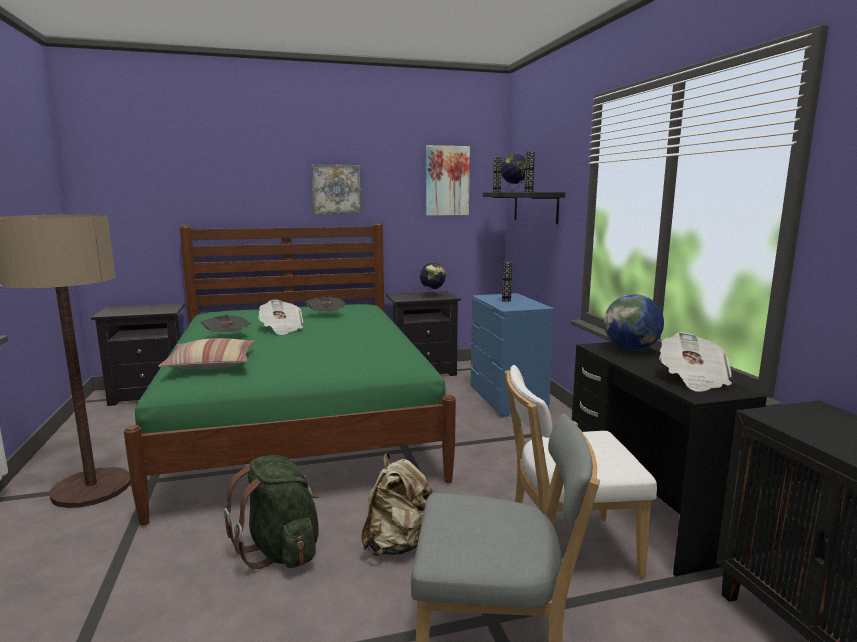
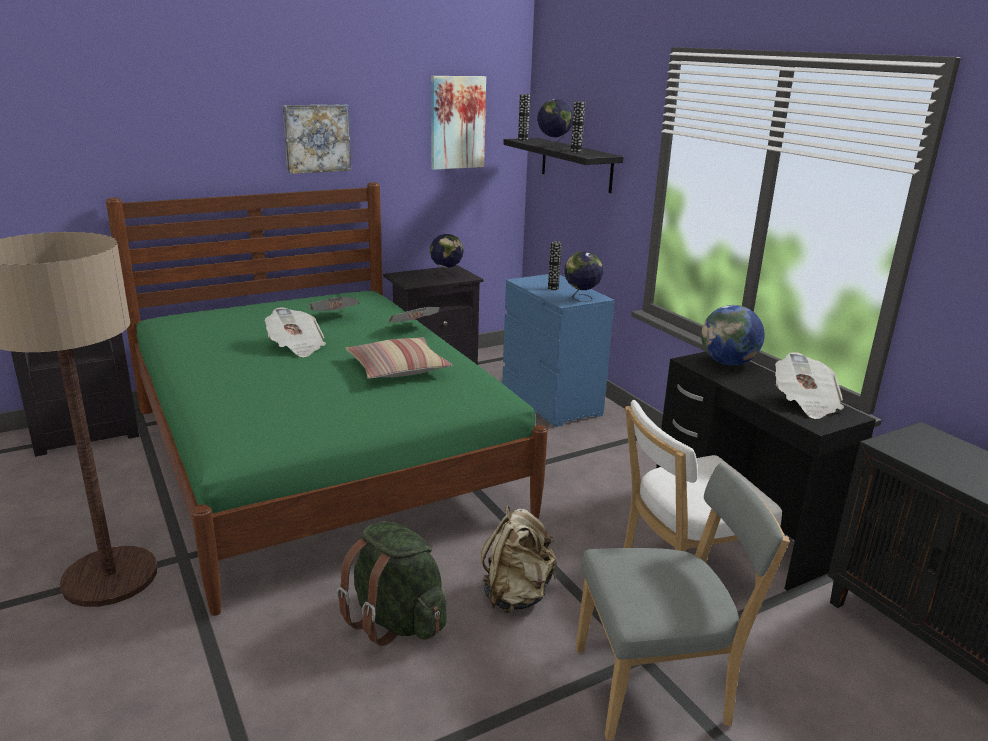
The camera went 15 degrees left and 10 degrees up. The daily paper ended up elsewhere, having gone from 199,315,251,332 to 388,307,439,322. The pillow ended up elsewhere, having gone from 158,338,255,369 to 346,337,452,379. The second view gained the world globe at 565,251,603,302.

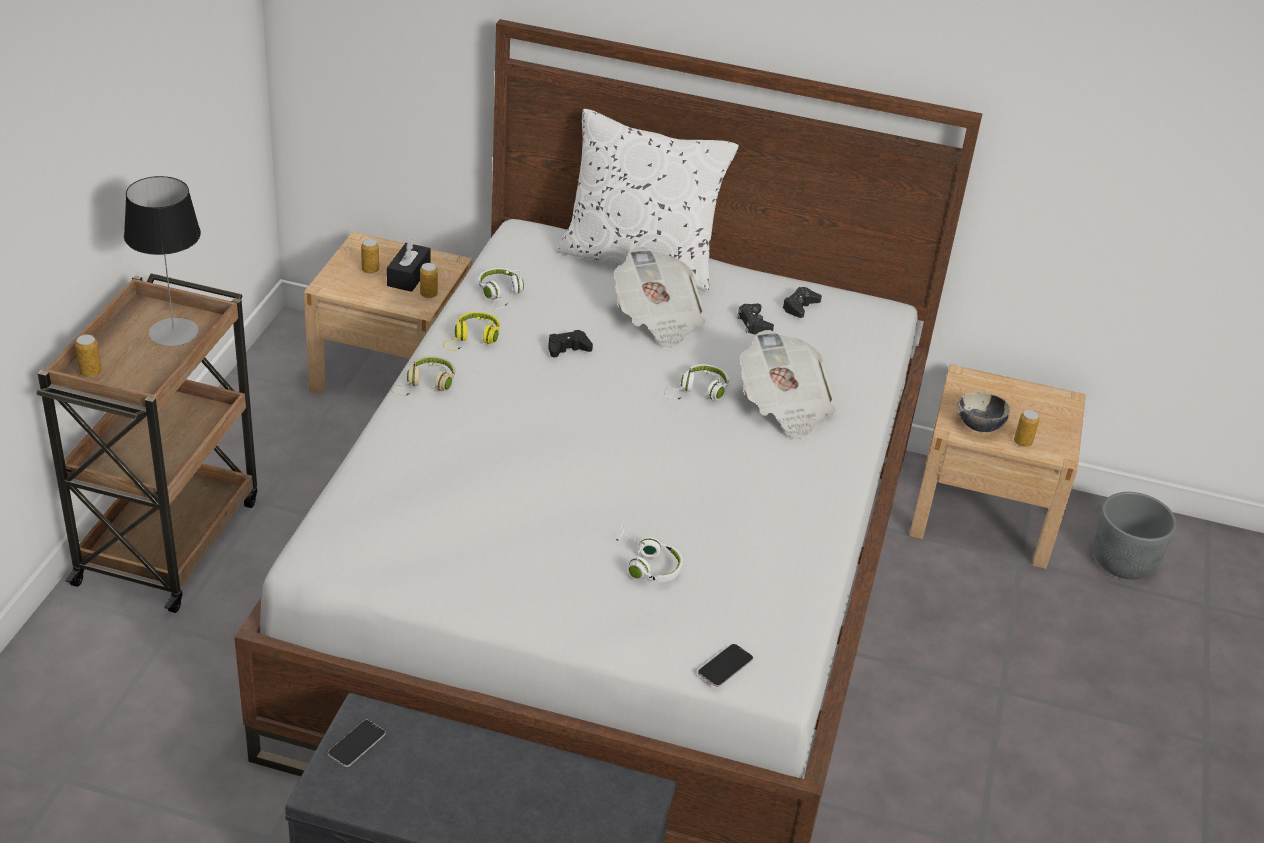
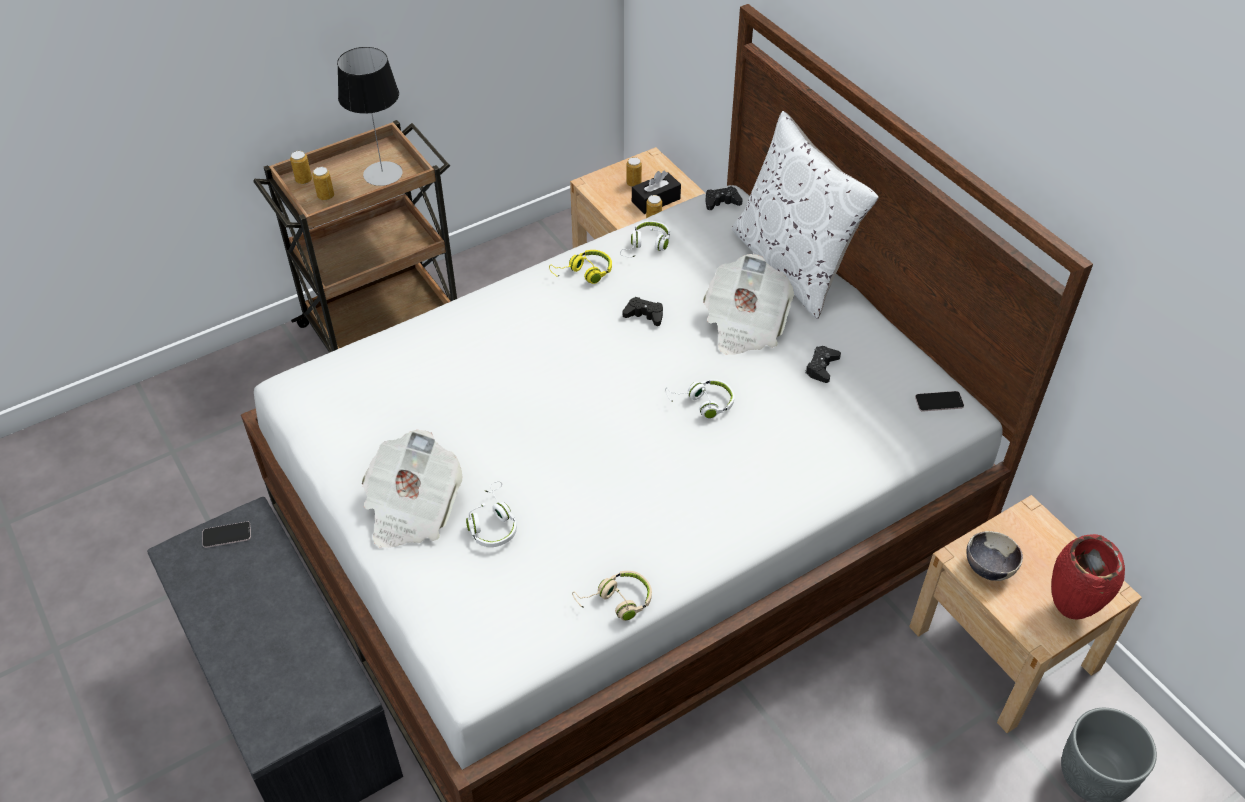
The camera went 45 degrees right and 10 degrees up. The game controller (blackish) ended up elsewhere, having gone from 782,287,822,318 to 705,186,743,210. The daily paper ended up elsewhere, having gone from 739,330,836,439 to 362,430,463,548. The pair of headphones (beige-coloured) ended up elsewhere, having gone from 391,356,455,396 to 572,571,652,621. The metal can ended up elsewhere, having gone from 1014,410,1040,447 to 312,167,334,201. The phone ended up elsewhere, having gone from 698,644,753,687 to 915,391,964,411. The second view gained the decorative vase (reddish) at 1051,534,1125,619.

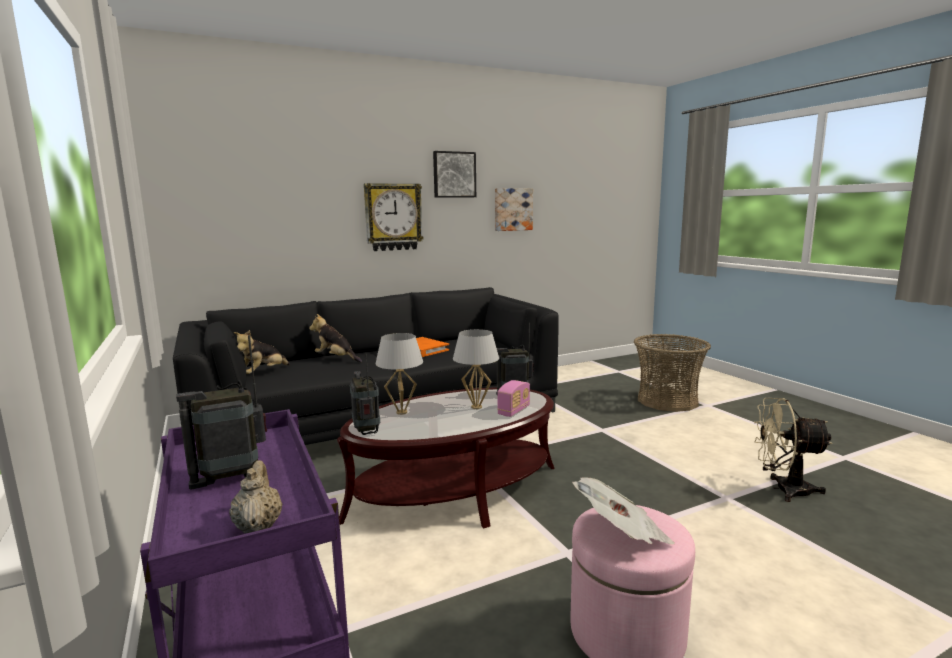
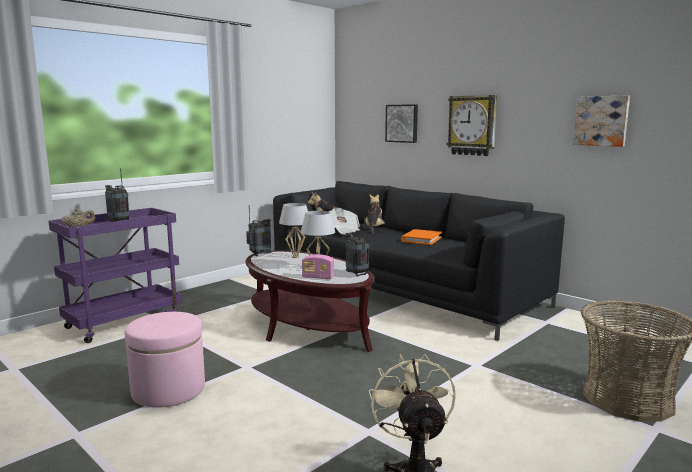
The camera went 70 degrees right and 0 degrees up. The wall art ended up elsewhere, having gone from 433,151,476,198 to 385,104,418,143. The daily paper ended up elsewhere, having gone from 572,477,675,544 to 328,208,360,235.

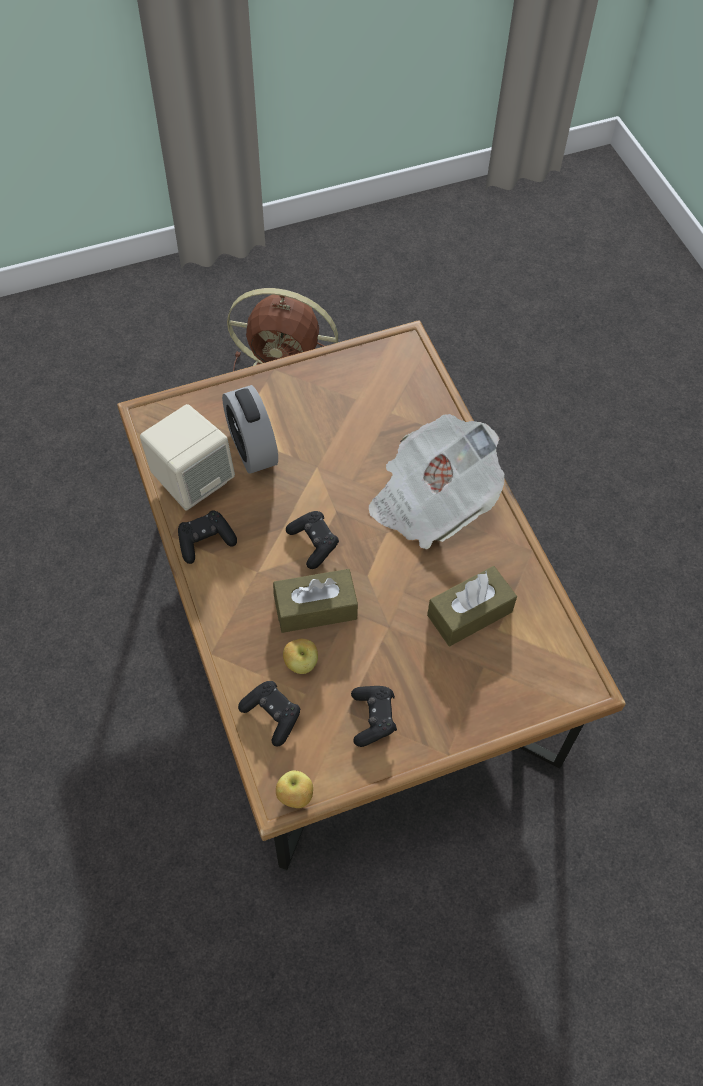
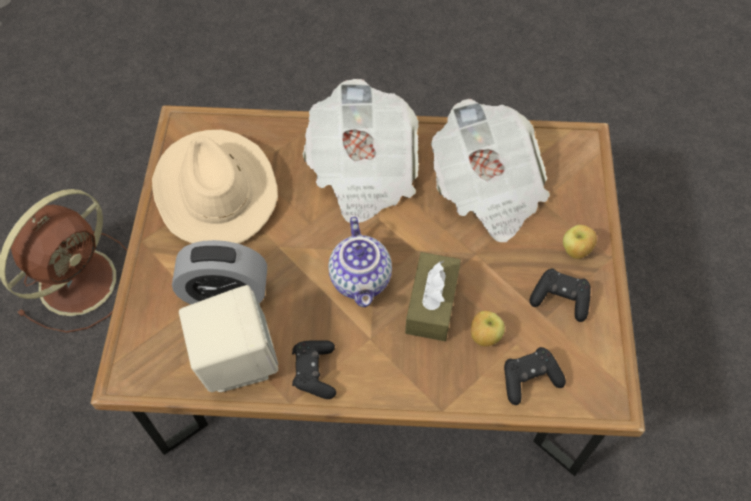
The camera went 65 degrees left and 0 degrees up. Where the game controller (blackish) stood at 286,511,339,569, the tea pot came to stand at 328,217,392,307. Where the tissue box (brownish) stood at 427,566,517,646, the daily paper came to stand at 431,99,550,242. The apple ended up elsewhere, having gone from 276,770,313,808 to 563,225,597,259. The second view gained the wearable hat (beige-coloured) at 152,130,278,244.

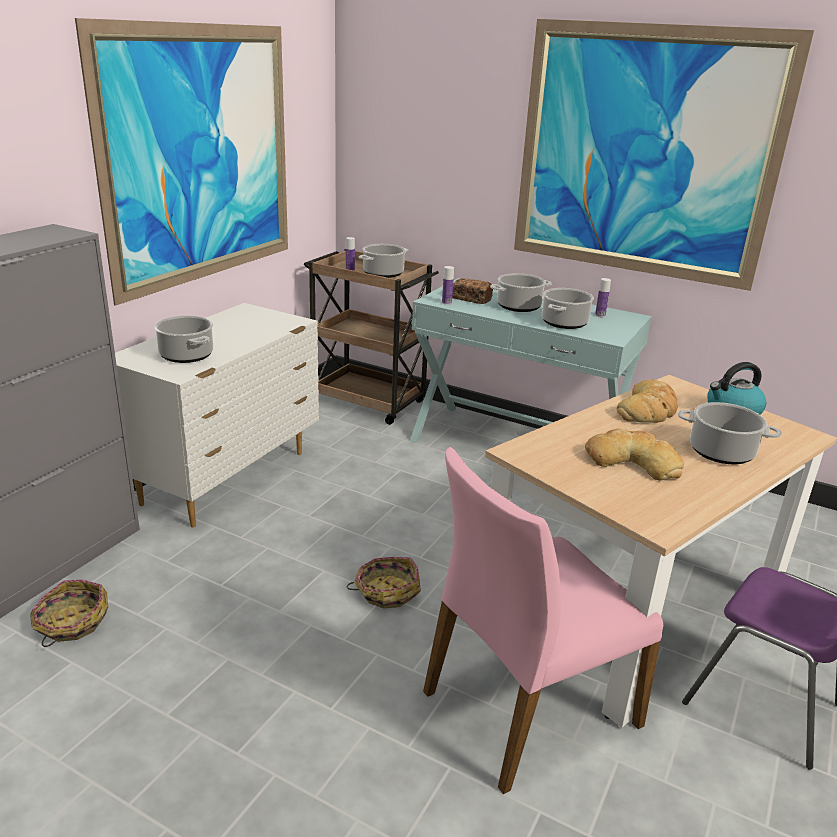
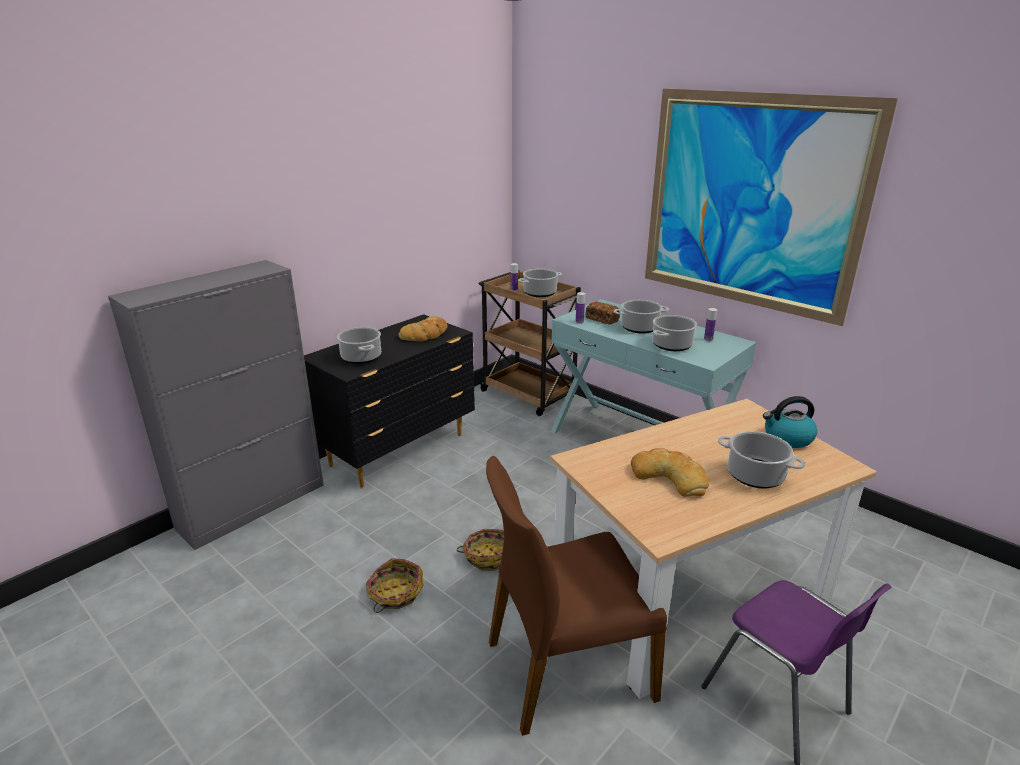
The camera went 15 degrees right and 0 degrees up. The second view lost the wall art at 75,18,288,306. What was the drawer chest (white) at 115,303,319,527 turned into the drawer chest (blackish) at 304,314,475,488. The bakery bread ended up elsewhere, having gone from 617,379,678,423 to 399,316,447,342. What was the chair (pink) at 423,447,663,794 turned into the chair (brownish) at 486,456,667,736. The storage basket ended up elsewhere, having gone from 30,580,108,647 to 366,558,423,613.

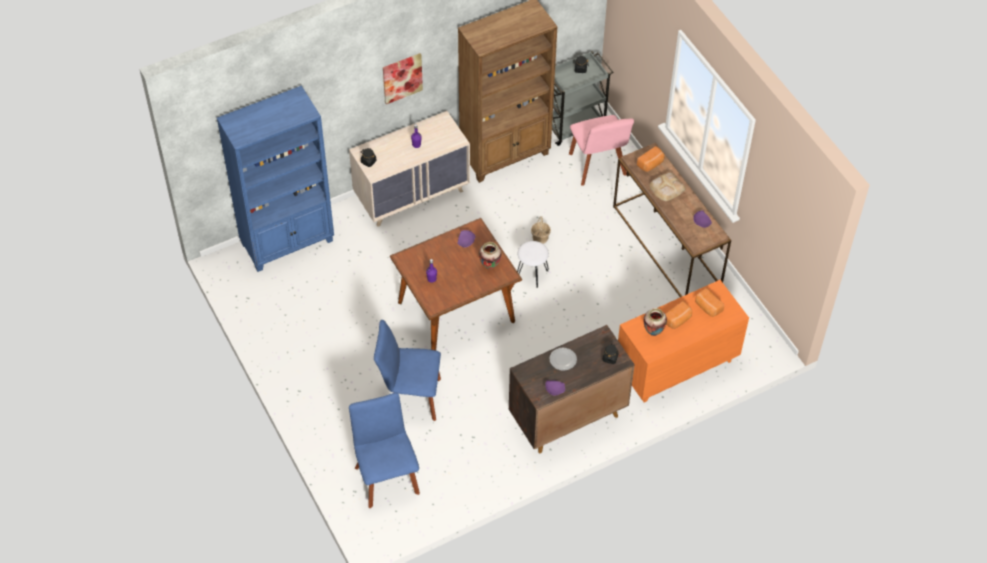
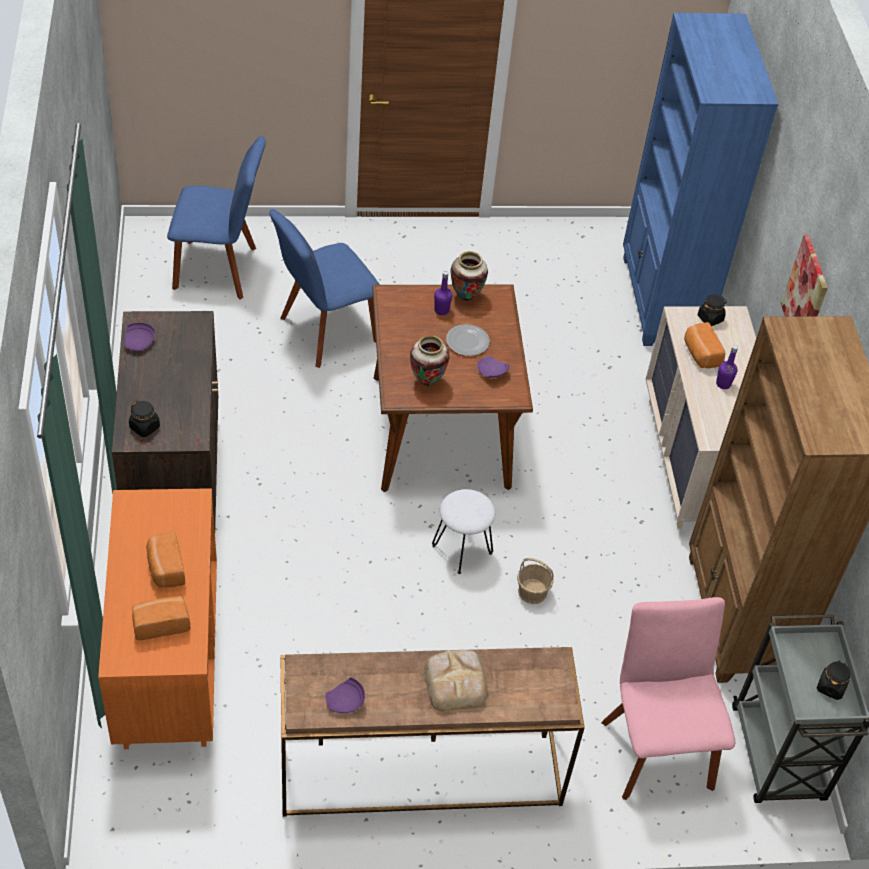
The camera went 110 degrees right and 5 degrees down. The chair (pink) at 569,115,634,186 ended up facing another way, 75 degrees clockwise from before. The bakery bread ended up elsewhere, having gone from 637,146,664,172 to 684,322,726,368. The decorative vase ended up elsewhere, having gone from 644,308,667,336 to 451,251,488,301. The chair (blue) at 374,320,441,421 ended up facing another way, 150 degrees counterclockwise from before. The flat dish ended up elsewhere, having gone from 549,348,577,371 to 446,324,490,356.

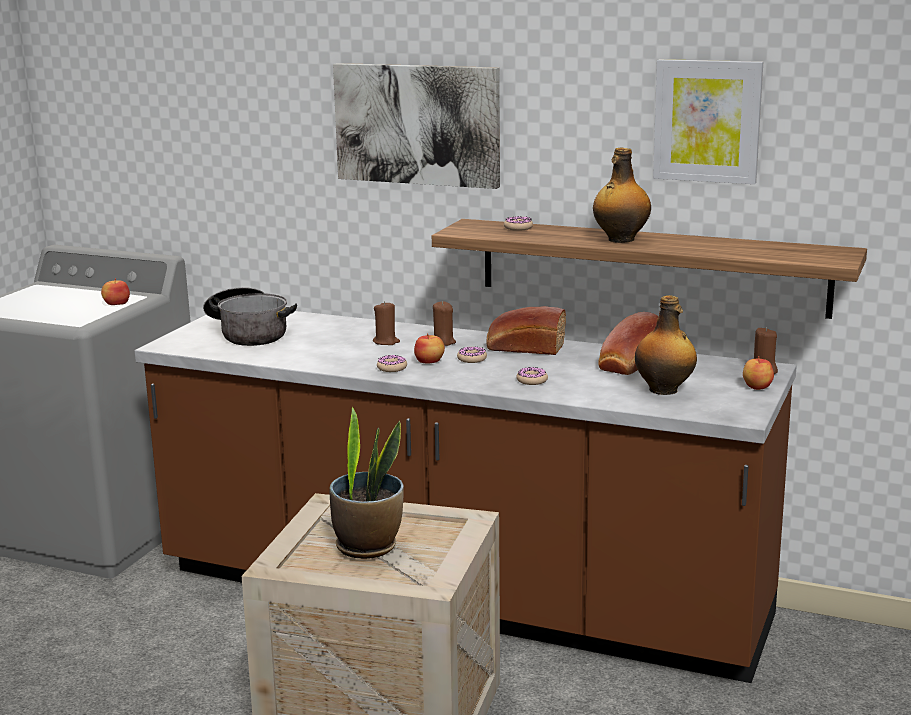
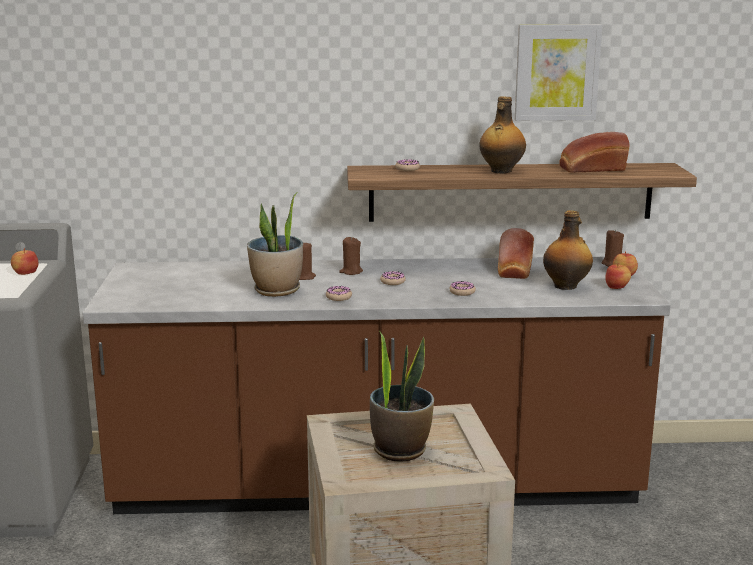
The camera went 25 degrees left and 0 degrees up. The second view lost the wall art at 333,63,500,189. The second view lost the stockpot at 203,287,297,346. The bakery bread ended up elsewhere, having gone from 486,306,566,355 to 559,132,629,173. The apple ended up elsewhere, having gone from 414,334,445,363 to 605,263,631,289. The second view gained the potted plant at 247,192,303,297.

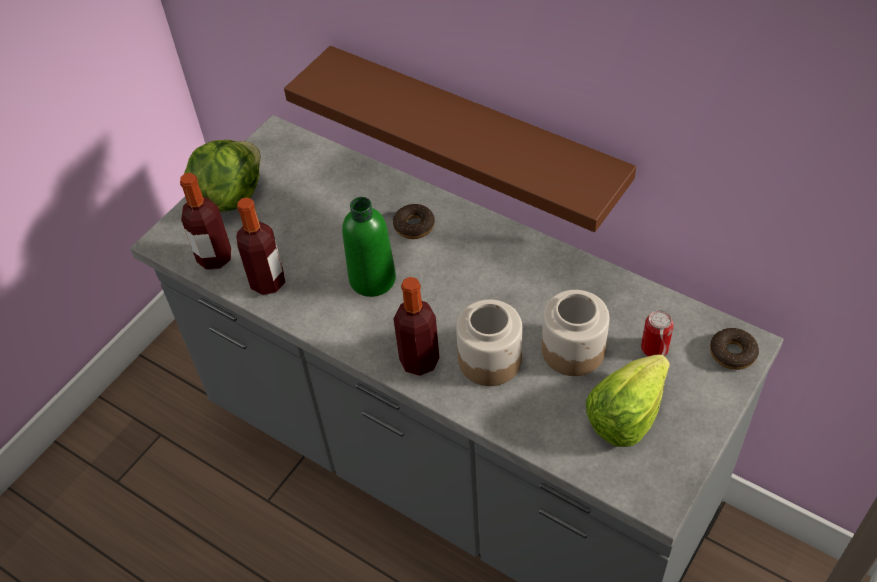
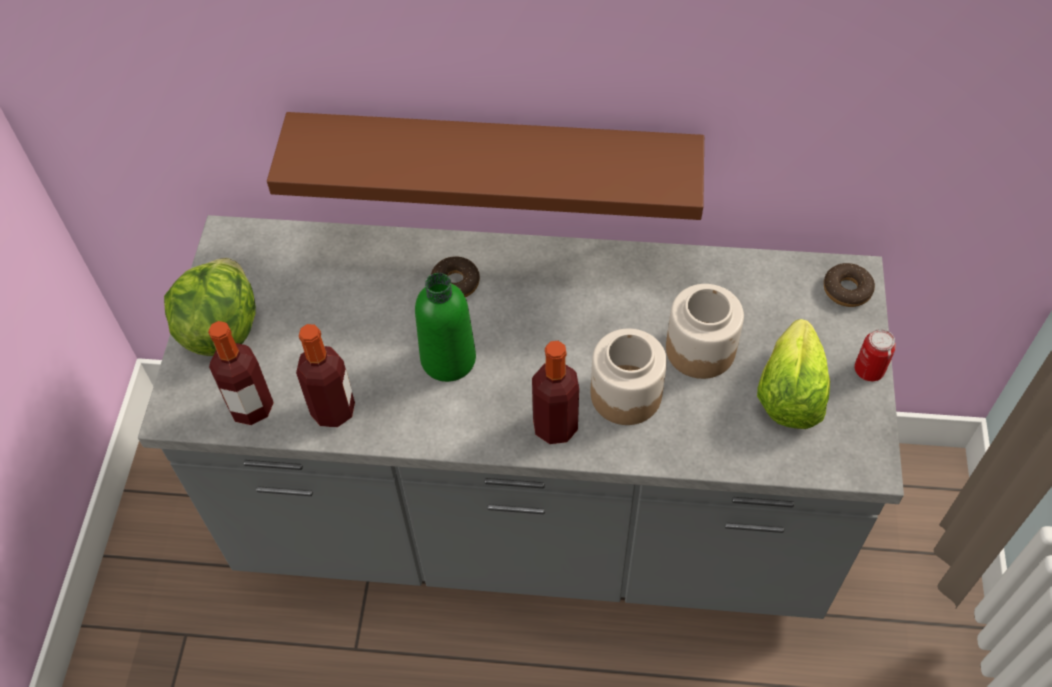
The camera went 30 degrees left and 5 degrees up. The metal can ended up elsewhere, having gone from 641,310,674,356 to 854,329,896,381.

